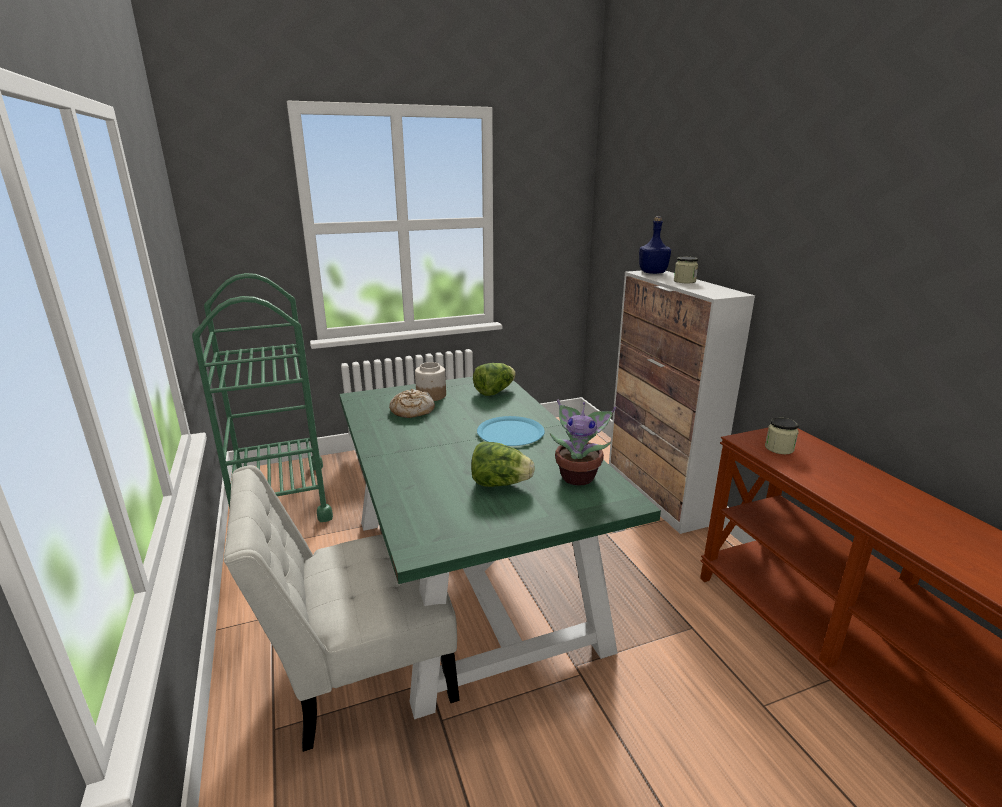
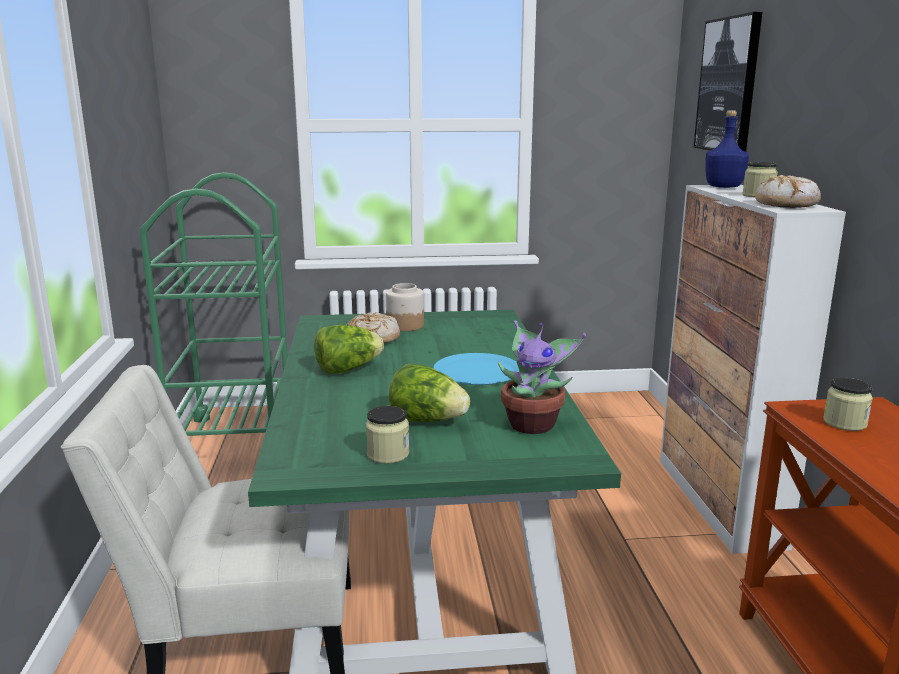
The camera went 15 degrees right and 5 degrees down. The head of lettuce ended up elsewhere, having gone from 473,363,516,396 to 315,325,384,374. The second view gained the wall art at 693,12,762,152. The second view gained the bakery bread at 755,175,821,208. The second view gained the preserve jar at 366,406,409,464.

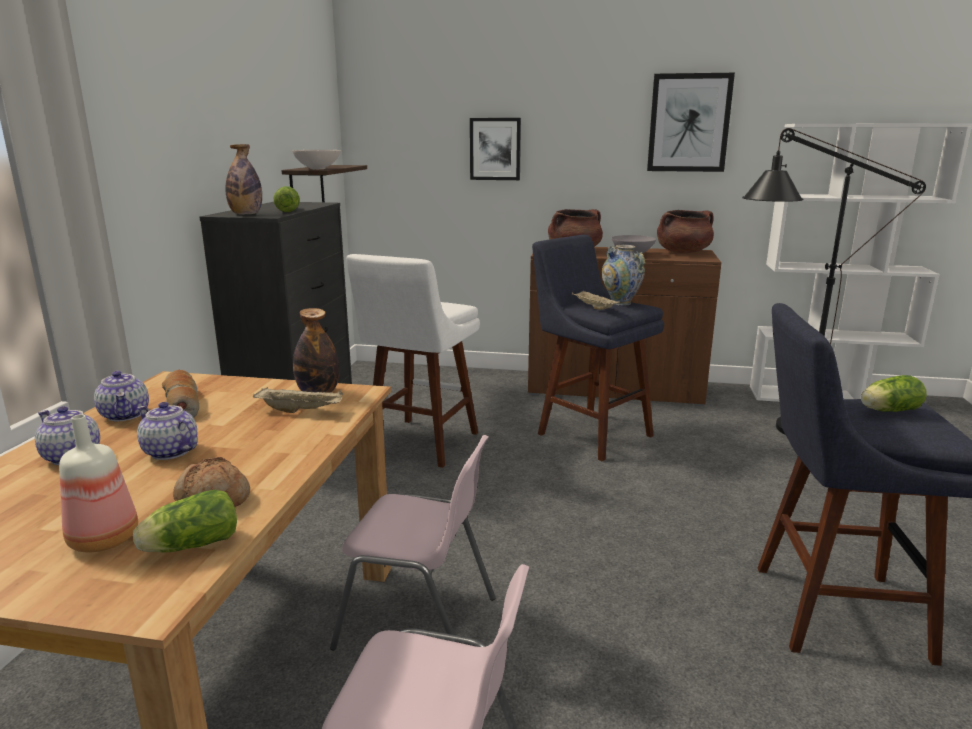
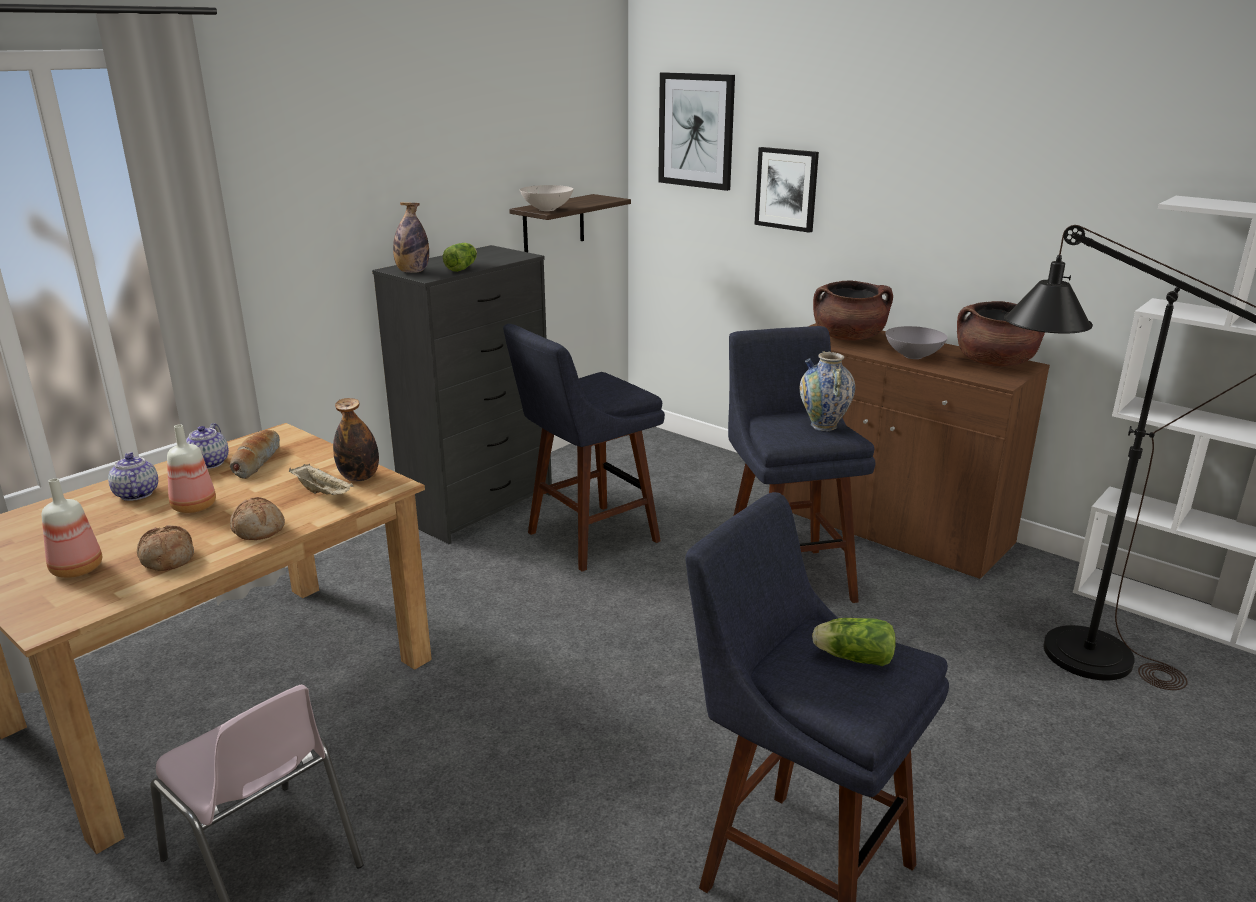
The camera went 30 degrees right and 5 degrees up. The wall art ended up elsewhere, having gone from 647,73,735,172 to 658,72,735,191. What was the sitting stool (white) at 346,254,480,468 turned into the sitting stool (blue) at 503,324,665,572. The second view lost the tray (beige-coloured) at 572,290,620,310. Where the tea pot stood at 137,402,198,460, the drink bottle came to stand at 167,424,216,513. The second view lost the chair (pink) at 330,435,496,650. The second view lost the head of lettuce at 133,490,237,553. The second view gained the bakery bread at 230,497,285,540.

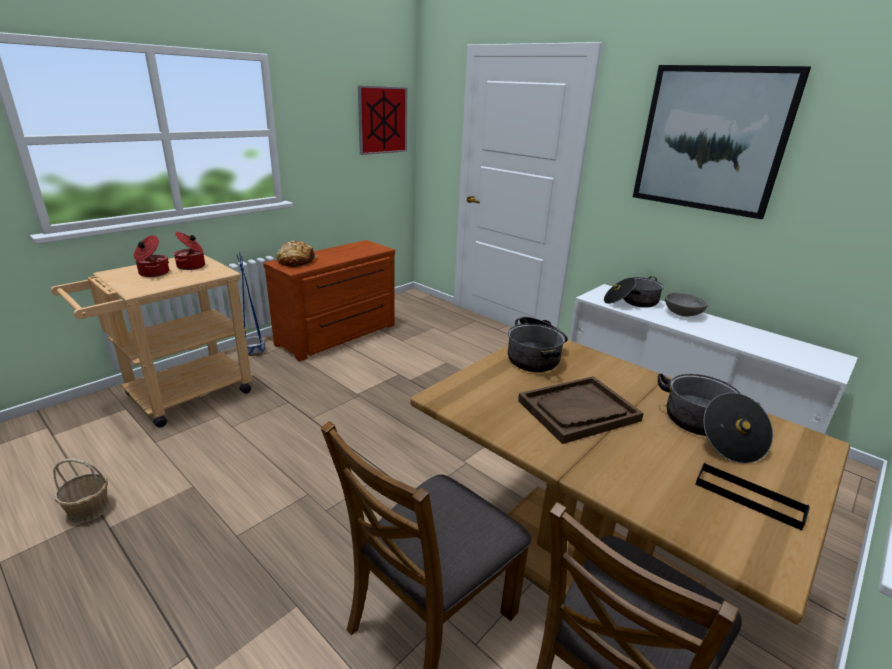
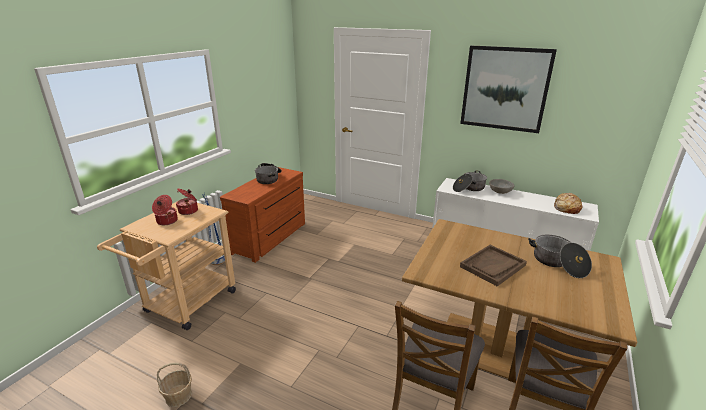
The camera went 15 degrees left and 0 degrees up. The second view lost the wall art at 358,86,408,155. The bakery bread ended up elsewhere, having gone from 276,240,317,267 to 554,193,582,214. The stockpot ended up elsewhere, having gone from 508,317,568,372 to 255,163,282,184. The second view lost the tray (blackish) at 696,463,810,530.

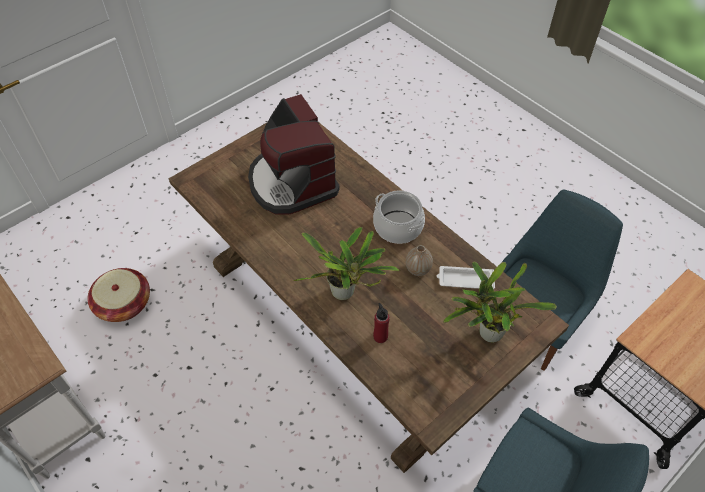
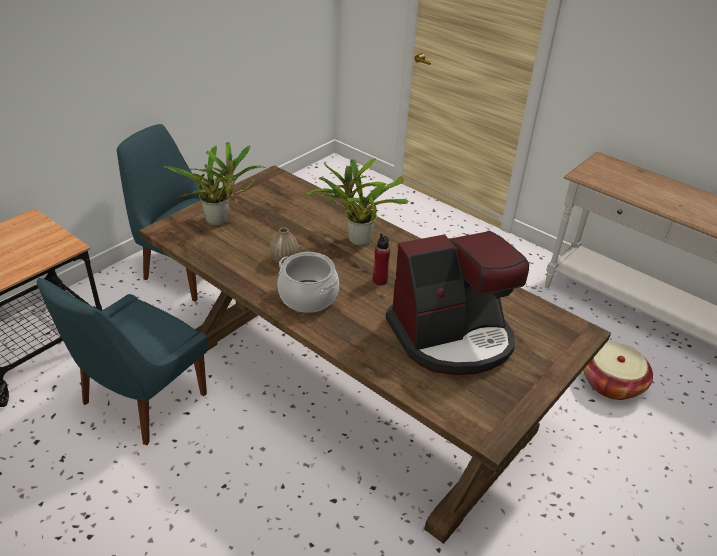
The camera went 170 degrees right and 15 degrees down. The coffee maker at 248,94,340,215 ended up facing another way, 105 degrees clockwise from before. The second view lost the tray (white) at 437,266,495,289. The drink bottle (reddish) ended up elsewhere, having gone from 373,303,390,343 to 373,233,390,285.

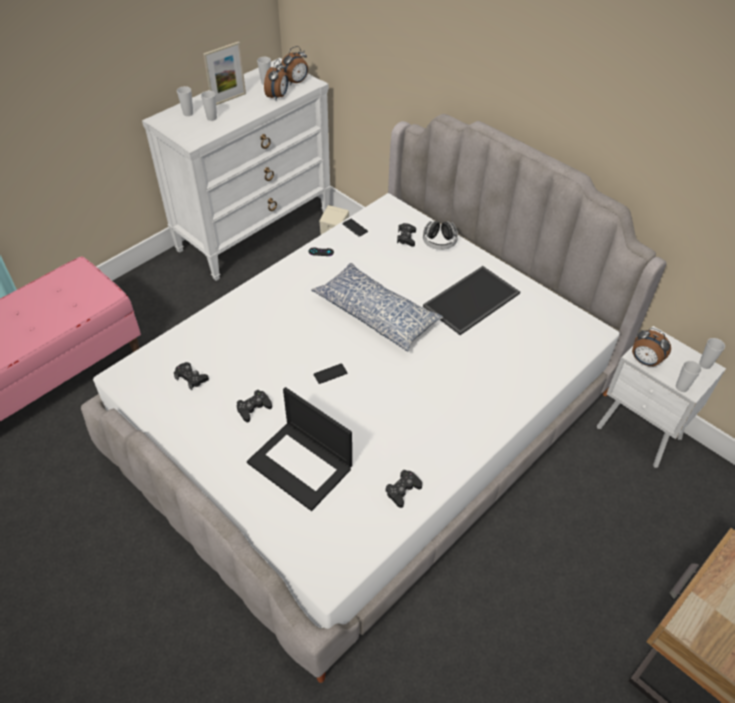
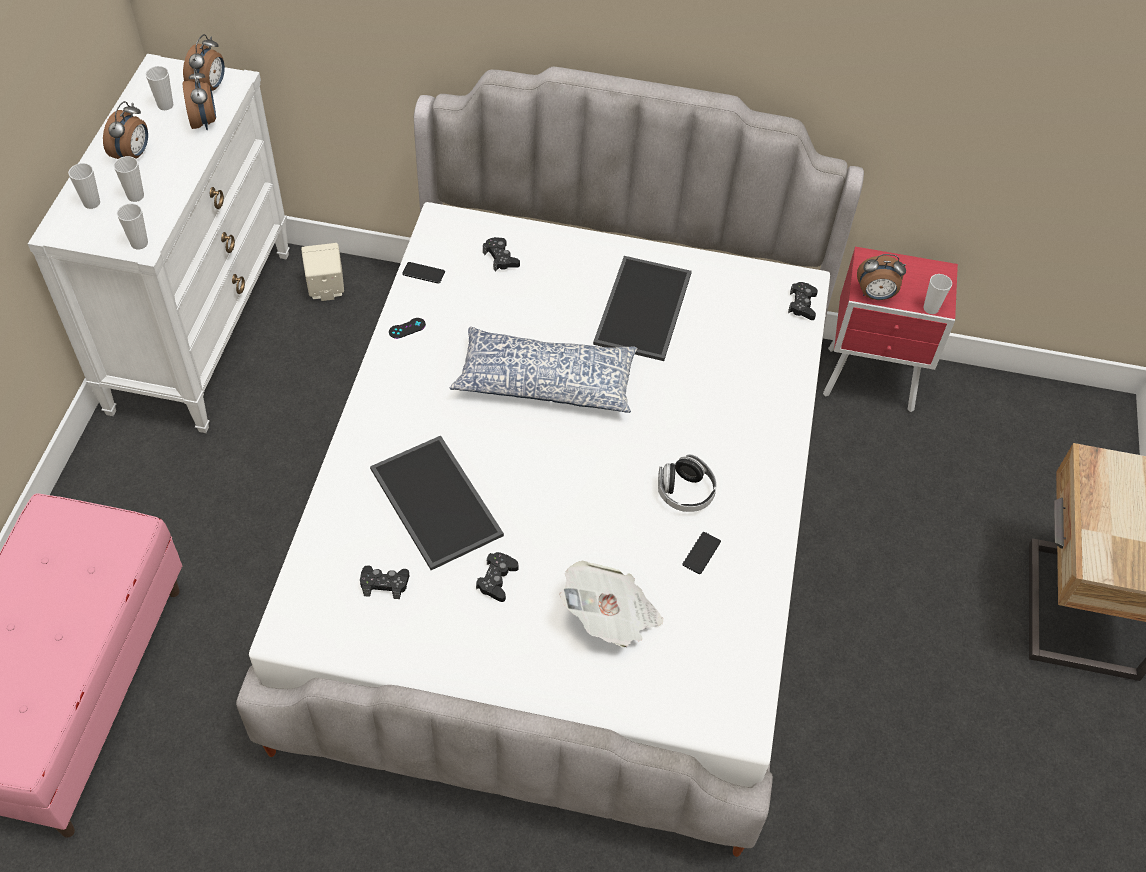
The camera went 35 degrees left and 5 degrees up. Where the photo frame stood at 203,41,246,105, the table clock came to stand at 103,101,148,159. The pair of headphones ended up elsewhere, having gone from 423,221,458,250 to 658,454,717,512. What was the bedside table (white) at 597,326,726,468 turned into the bedside table (reddish) at 823,247,958,412. The small cup ended up elsewhere, having gone from 699,338,725,369 to 117,204,148,249. The phone ended up elsewhere, having gone from 314,363,347,384 to 682,532,721,574. Where the laptop stood at 247,387,352,511, the daily paper came to stand at 559,561,663,647. The game controller (blackish) ended up elsewhere, having gone from 385,470,422,508 to 788,282,818,320. The second view gained the tray at 370,436,504,570.

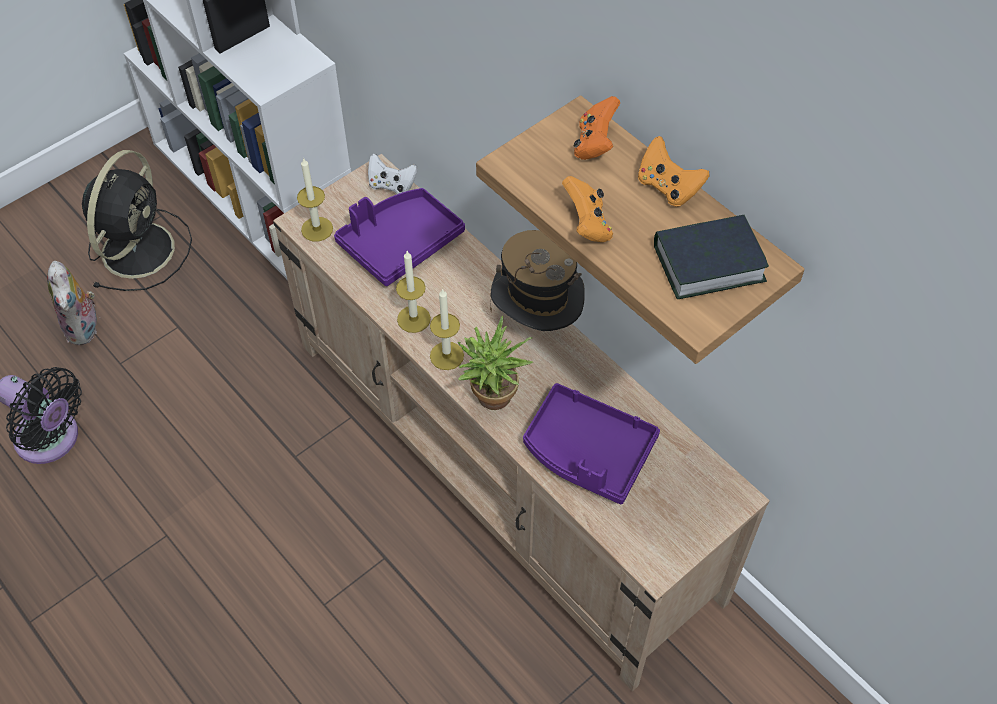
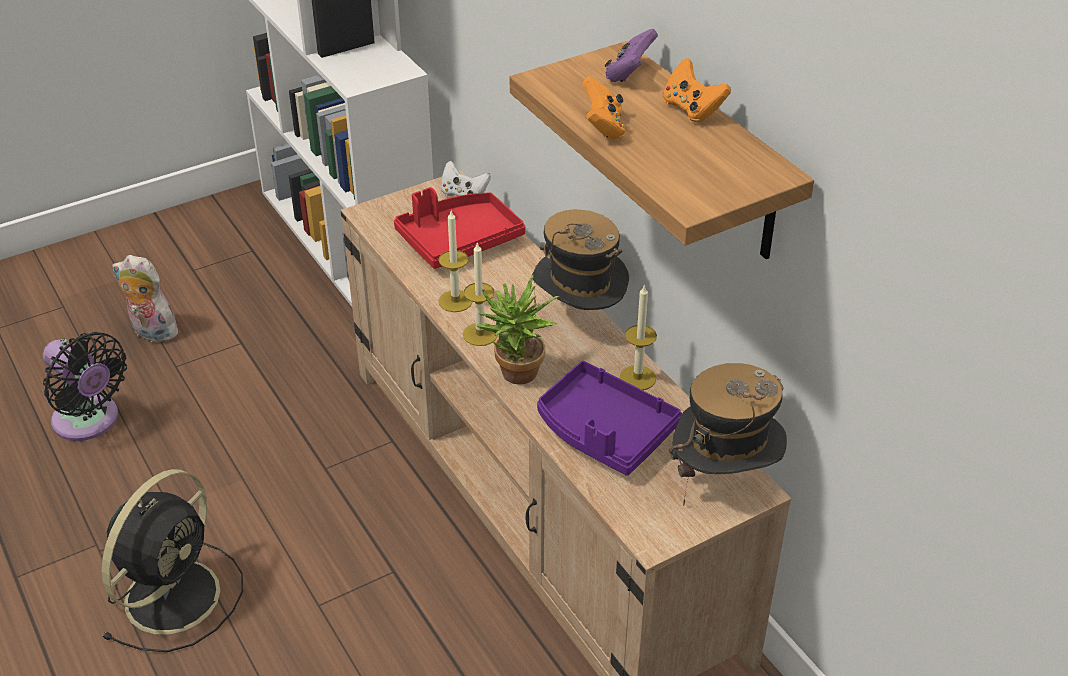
The camera went 10 degrees right and 15 degrees down. What was the game controller (orange-coloured) at 574,96,620,160 turned into the game controller (purple) at 605,29,658,82. The cooling fan (blackish) ended up elsewhere, having gone from 82,150,192,291 to 102,469,243,652. The candle ended up elsewhere, having gone from 297,157,333,242 to 620,284,657,390. What was the tray (purple) at 334,188,465,286 turned into the tray (reddish) at 394,187,526,269. The second view lost the volume at 654,215,769,299. The cuddly toy at 47,261,97,345 ended up facing another way, 120 degrees clockwise from before. The second view gained the wearable hat at 669,363,787,507.

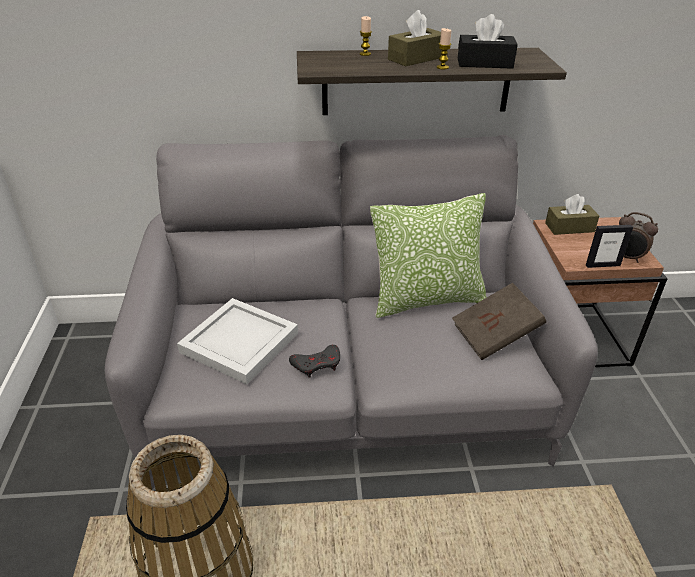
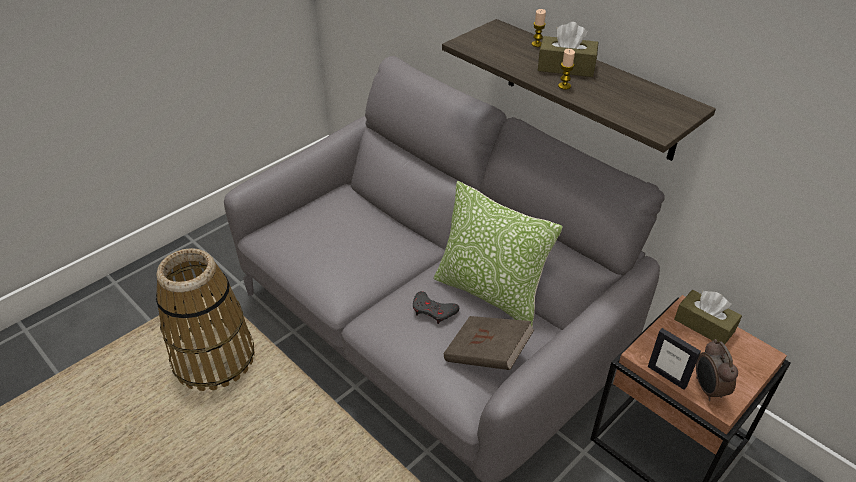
The camera went 50 degrees right and 5 degrees up. The second view lost the tissue box (blackish) at 458,14,518,69. The second view lost the tray (white) at 177,298,298,384. The game controller (grey) ended up elsewhere, having gone from 289,345,340,378 to 413,291,459,324.

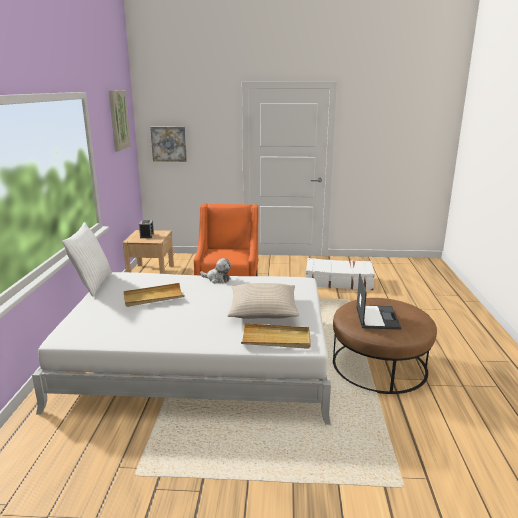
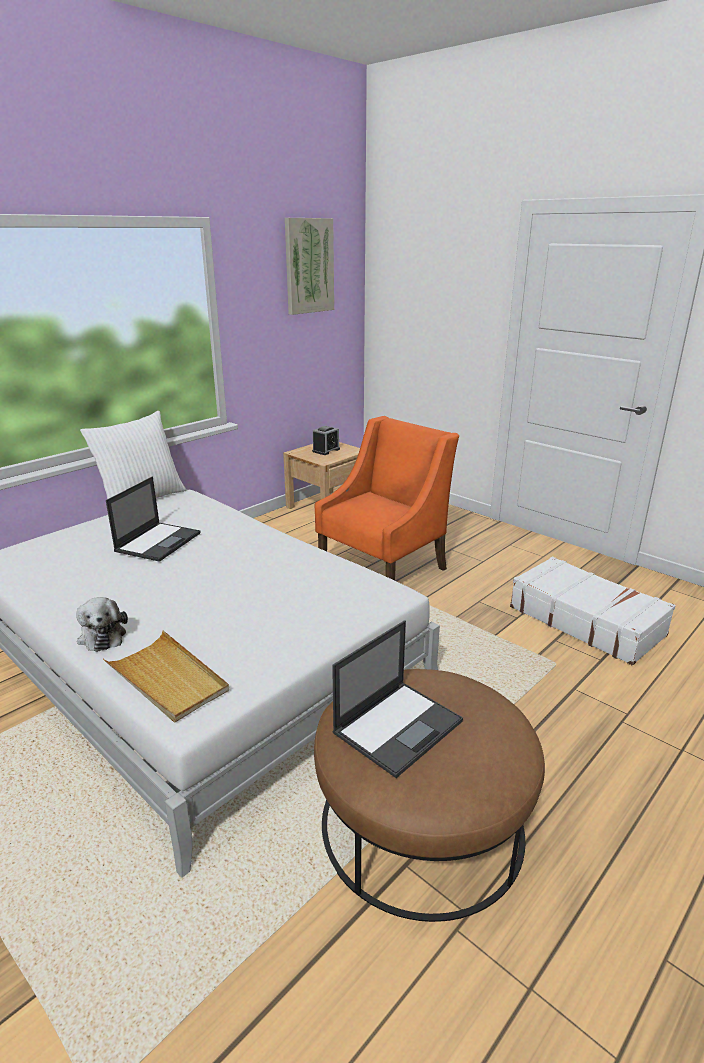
The camera went 40 degrees right and 5 degrees up. The second view lost the wall art at 150,127,187,162. The cuddly toy ended up elsewhere, having gone from 200,258,231,283 to 76,597,128,652. Where the tray (beige-coloured) stood at 124,283,184,307, the laptop came to stand at 106,477,200,562. The second view lost the pillow (beige-coloured) at 228,283,299,319.

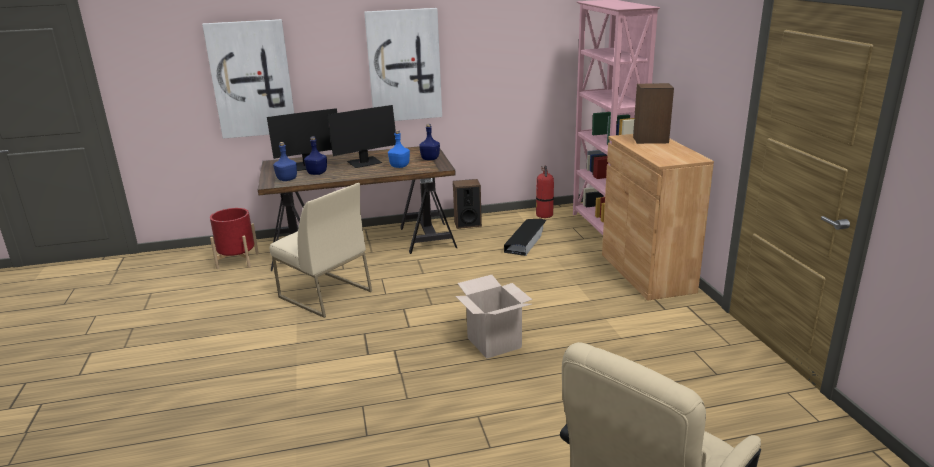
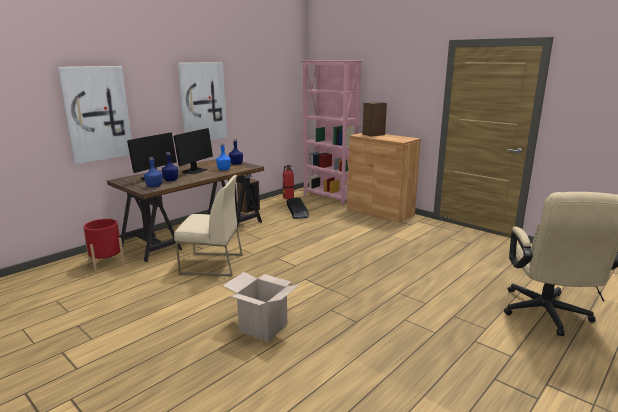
The camera went 35 degrees left and 5 degrees down. The cardboard box ended up elsewhere, having gone from 455,275,532,359 to 223,272,300,342.

